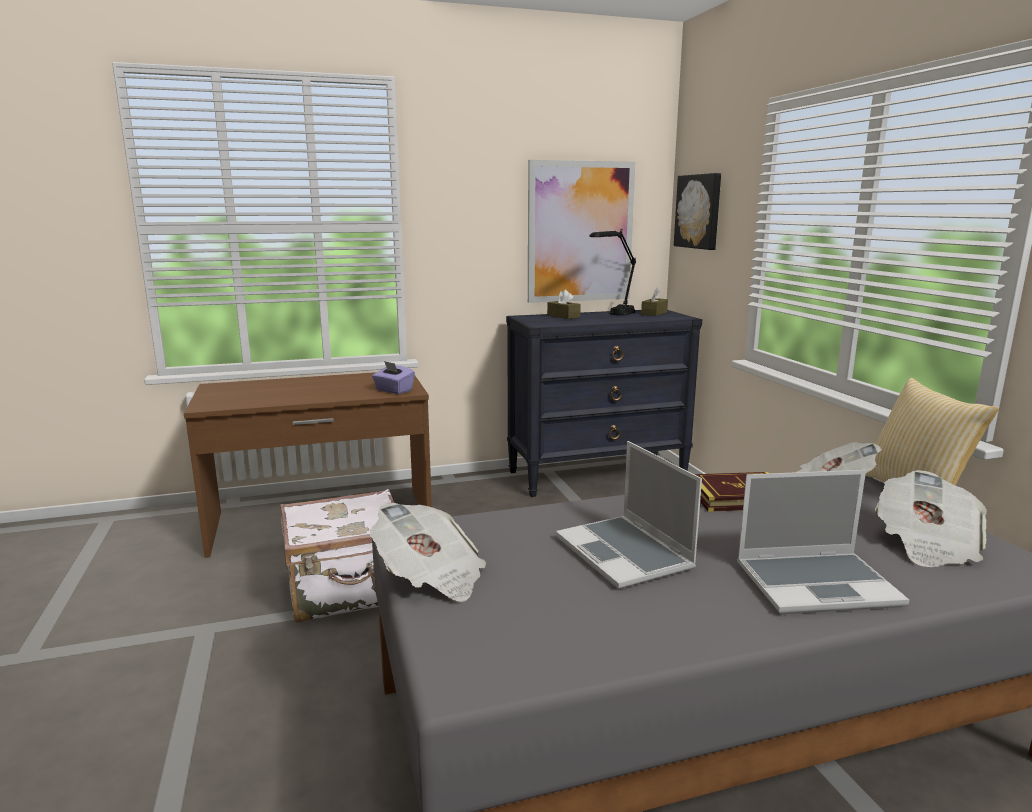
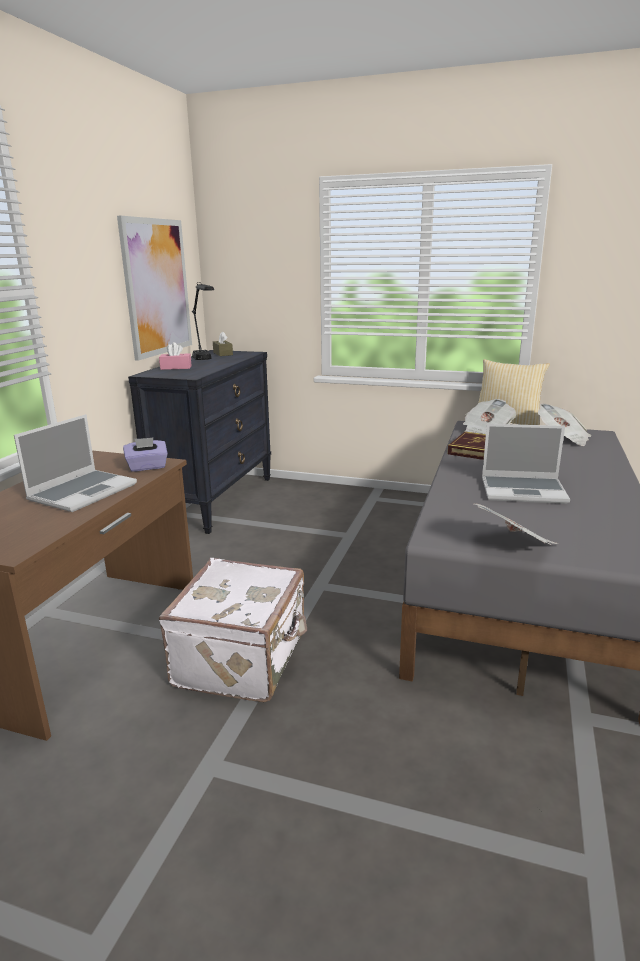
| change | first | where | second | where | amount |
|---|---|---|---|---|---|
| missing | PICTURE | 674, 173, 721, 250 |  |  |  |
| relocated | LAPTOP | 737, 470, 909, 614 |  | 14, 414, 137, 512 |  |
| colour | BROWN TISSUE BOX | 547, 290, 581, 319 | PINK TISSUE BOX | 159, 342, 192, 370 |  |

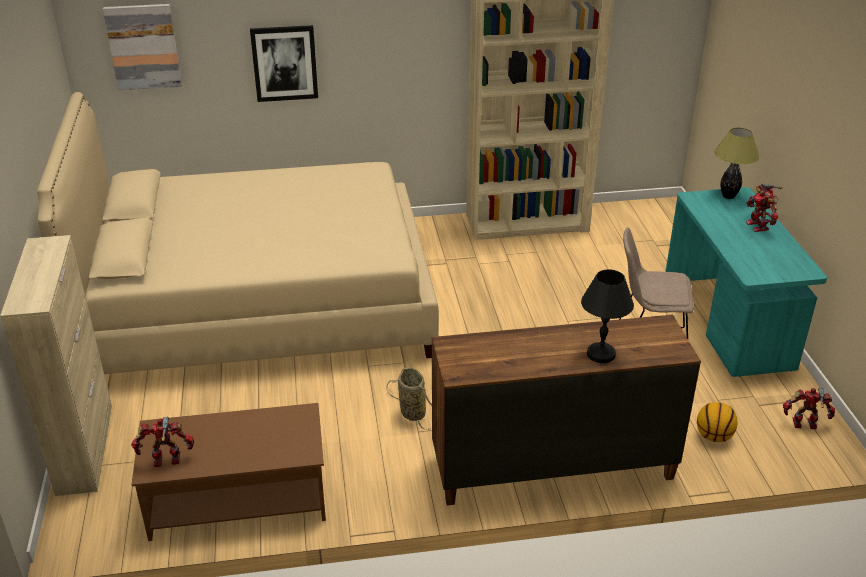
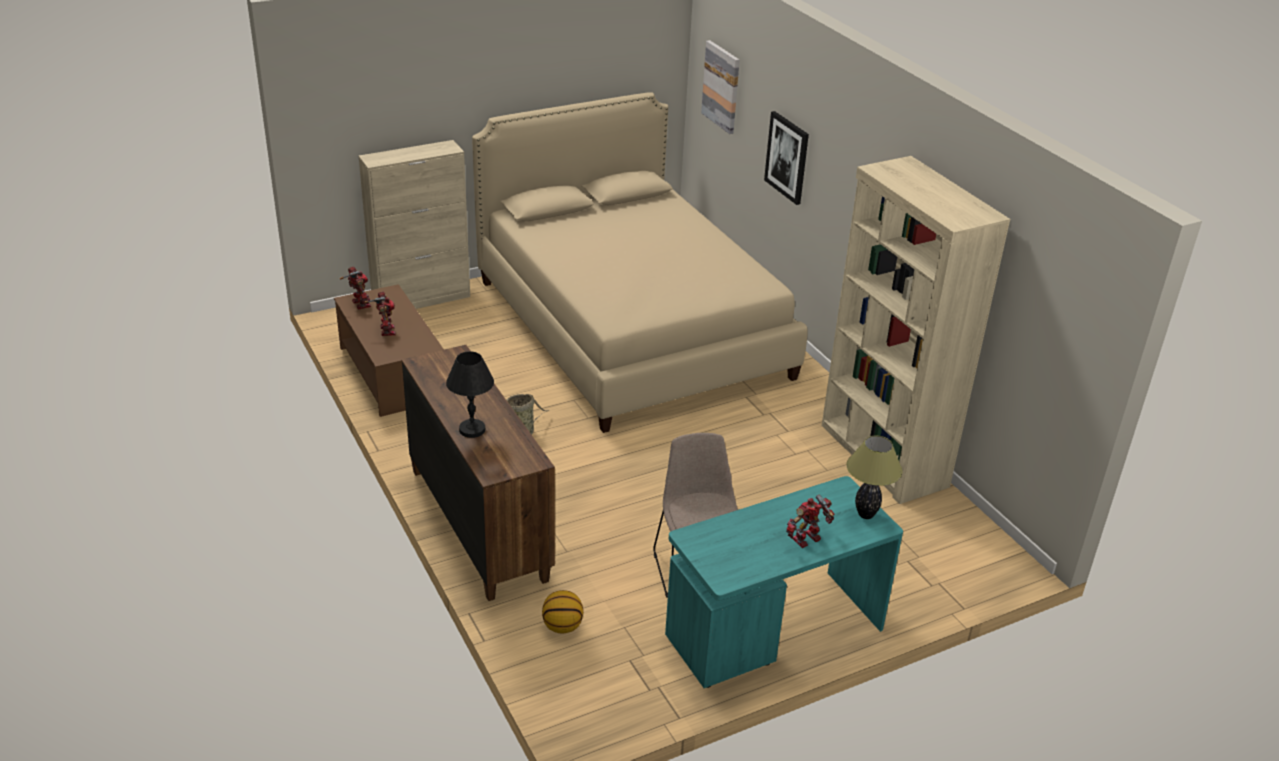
| change | first | where | second | where | amount |
|---|---|---|---|---|---|
| relocated | TOY ROBOT | 783, 388, 835, 429 |  | 364, 291, 396, 336 |  |

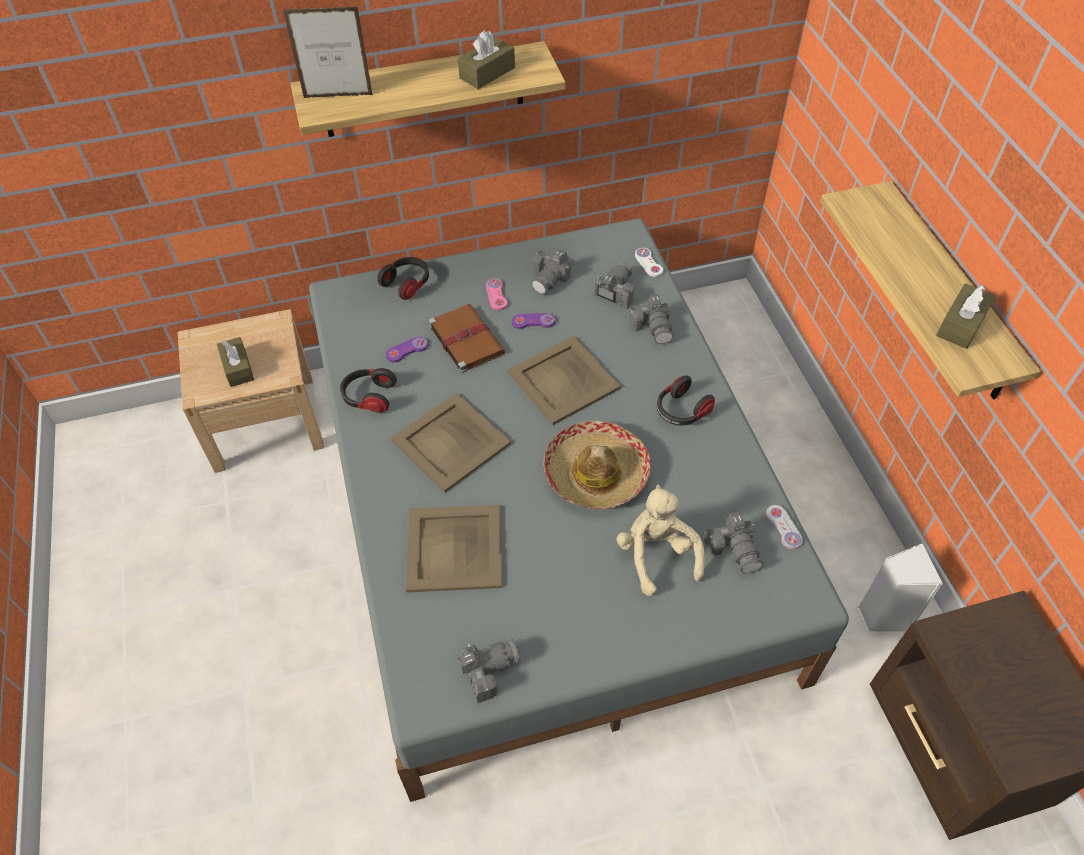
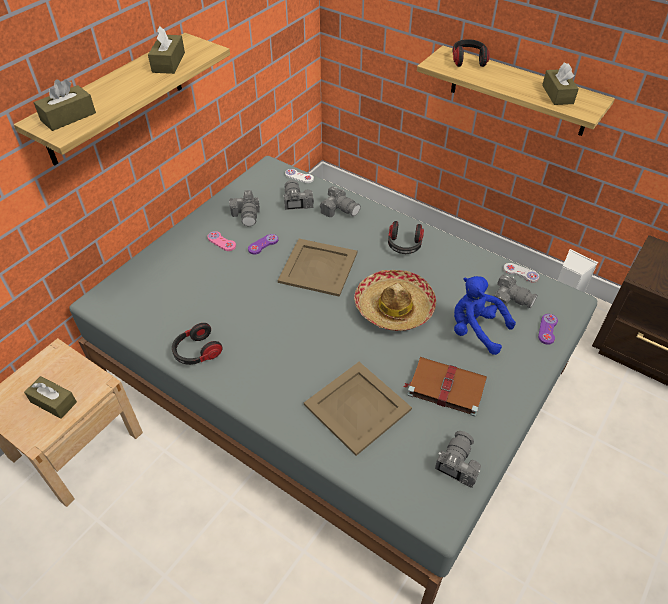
| change | first | where | second | where | amount |
|---|---|---|---|---|---|
| missing | BEIGE TRAY | 391, 393, 511, 493 |  |  |  |
| relocated | HEADPHONES | 377, 257, 429, 300 |  | 452, 39, 490, 67 |  |
| relocated | PURPLE GAME CONTROLLER | 386, 337, 428, 362 |  | 538, 314, 558, 345 |  |
| relocated | BROWN BOOK | 428, 304, 505, 373 |  | 403, 357, 487, 417 |  |
| exchanged | PICTURE FRAME | 283, 6, 373, 98 | BROWN TISSUE BOX | 34, 79, 96, 131 |  |
| colour | BEIGE PLUSH TOY | 616, 485, 705, 596 | BLUE PLUSH TOY | 454, 276, 516, 355 |  |

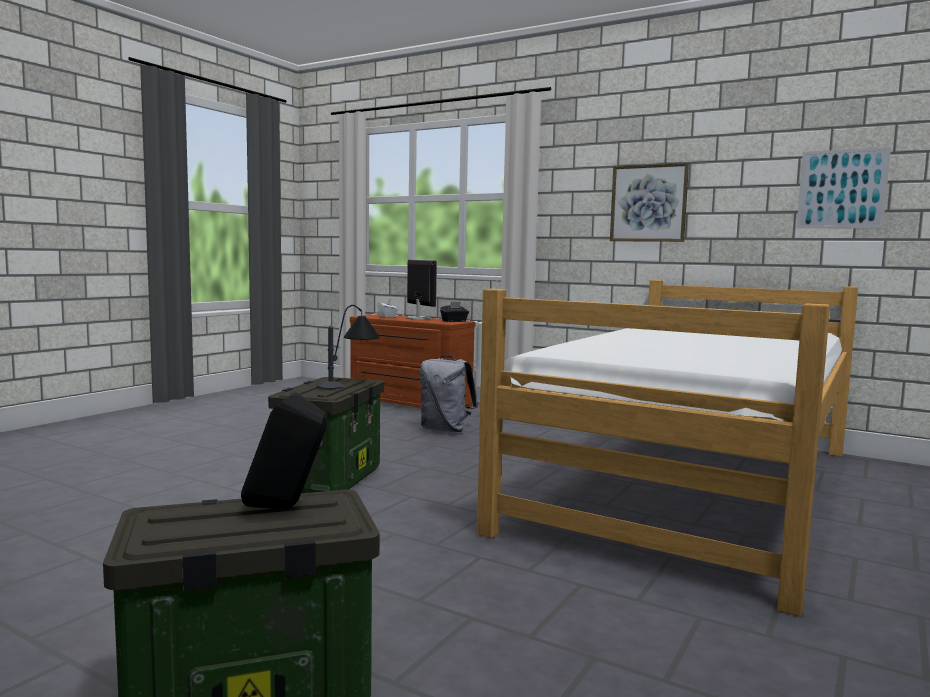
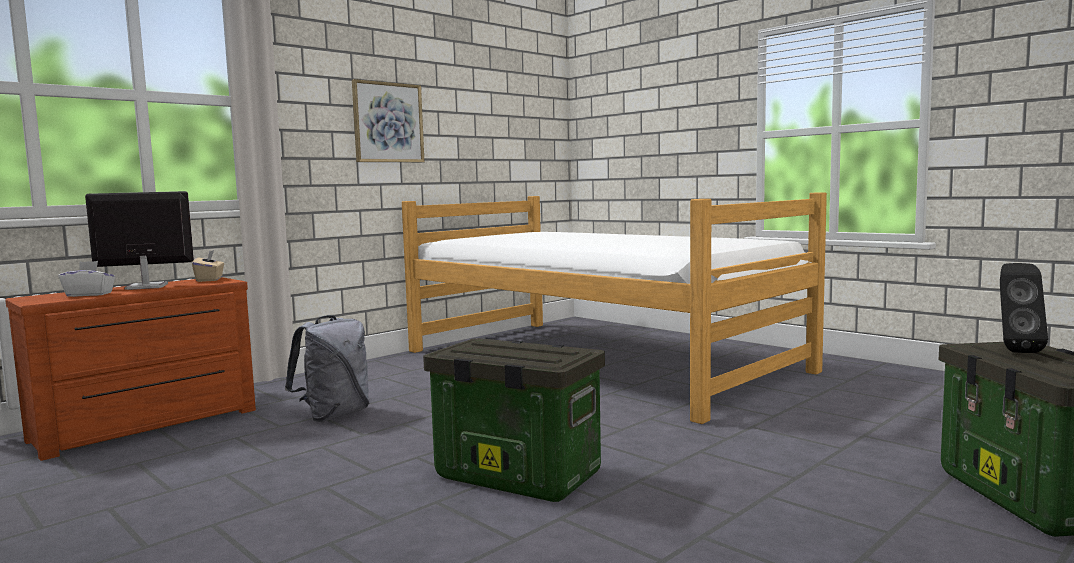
| change | first | where | second | where | amount |
|---|---|---|---|---|---|
| missing | TABLE LAMP | 317, 305, 379, 389 |  |  |  |
| missing | PICTURE | 797, 147, 891, 229 |  |  |  |
| colour | BLACK TISSUE BOX | 440, 302, 469, 322 | BEIGE TISSUE BOX | 192, 250, 224, 282 |  |

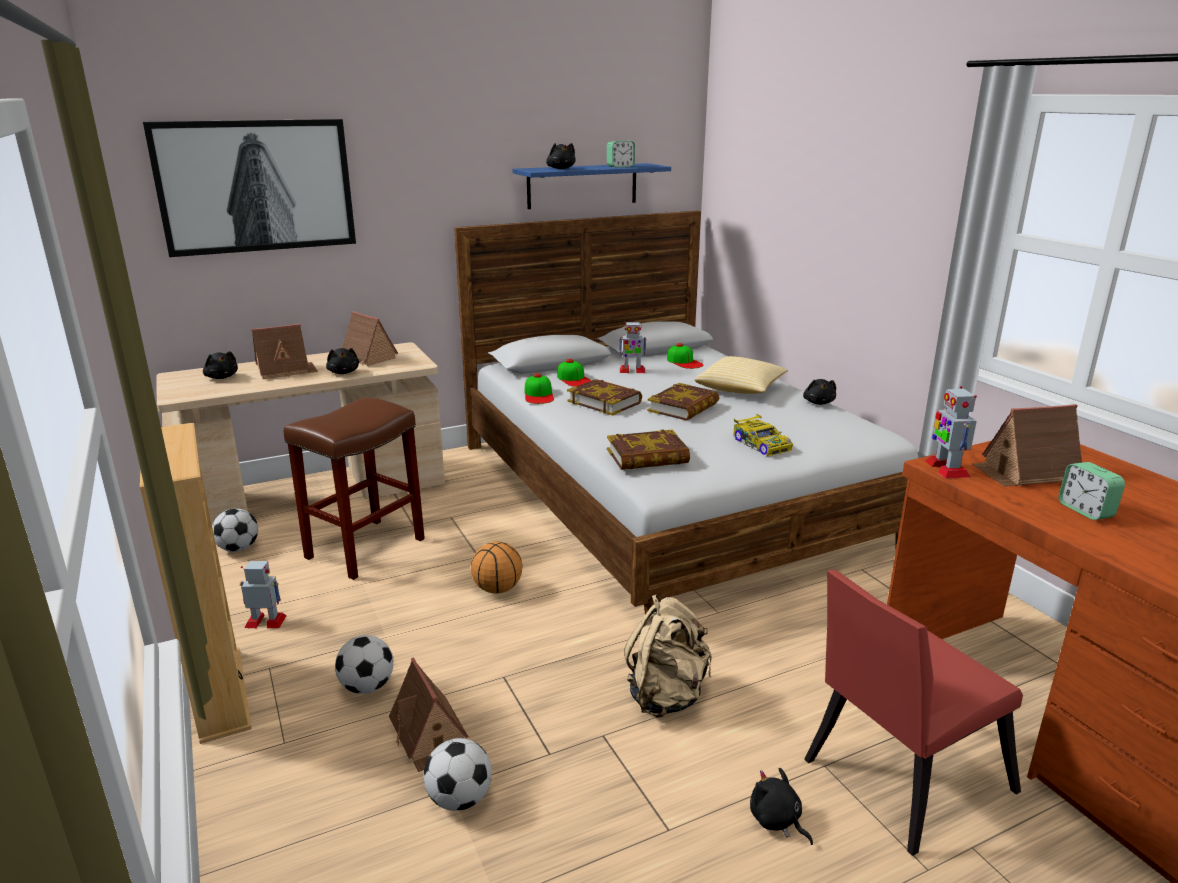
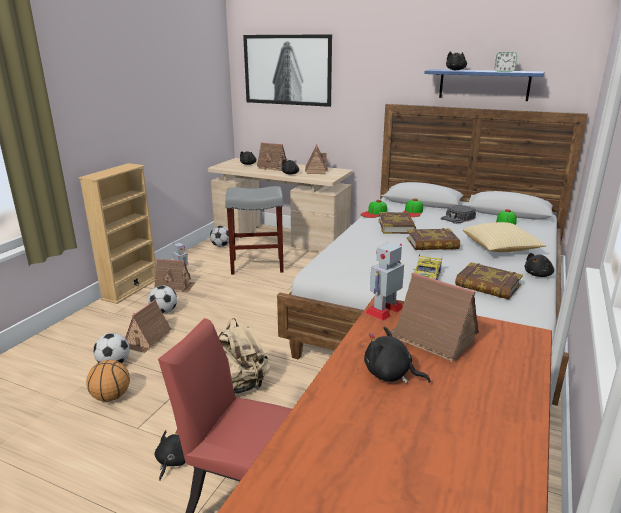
| change | first | where | second | where | amount |
|---|---|---|---|---|---|
| appeared |  |  | TOY HOUSE | 154, 259, 196, 292 |  |
| relocated | BASKETBALL | 471, 541, 523, 594 |  | 86, 360, 130, 402 |  |
| relocated | BOOK | 607, 430, 690, 470 |  | 455, 262, 523, 300 |  |
| exchanged | TOY ROBOT | 619, 321, 647, 373 | BLACK CAP | 441, 205, 476, 224 |  |
| exchanged | ALARM CLOCK | 1058, 462, 1125, 520 | BLACK PLUSH TOY | 364, 326, 430, 383 |  |
| colour | BROWN STOOL | 284, 397, 425, 580 | GREY STOOL | 225, 186, 284, 275 |  |

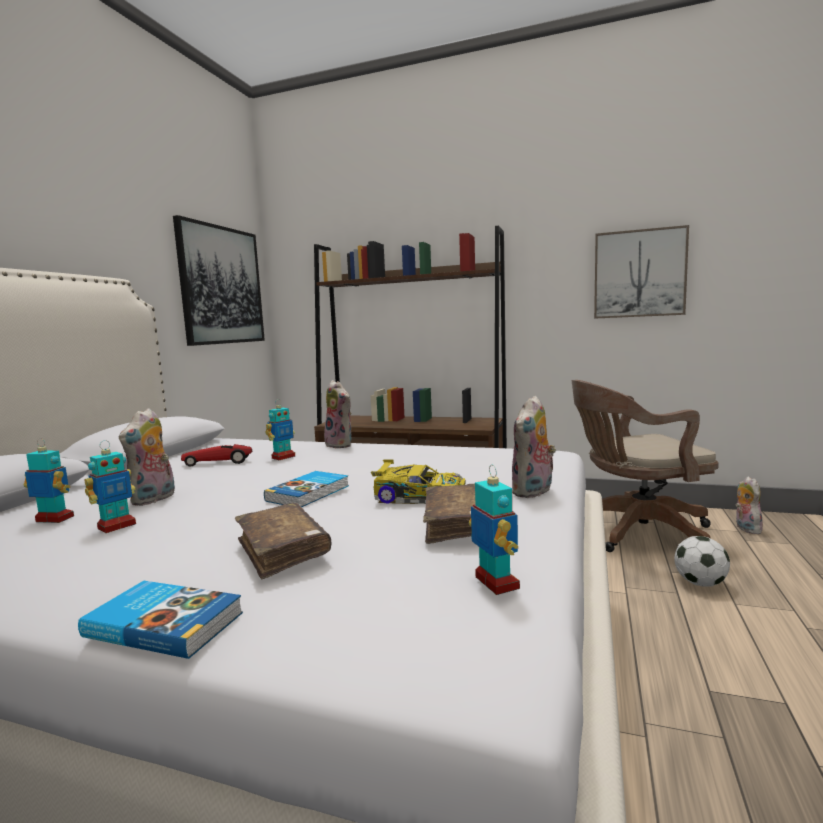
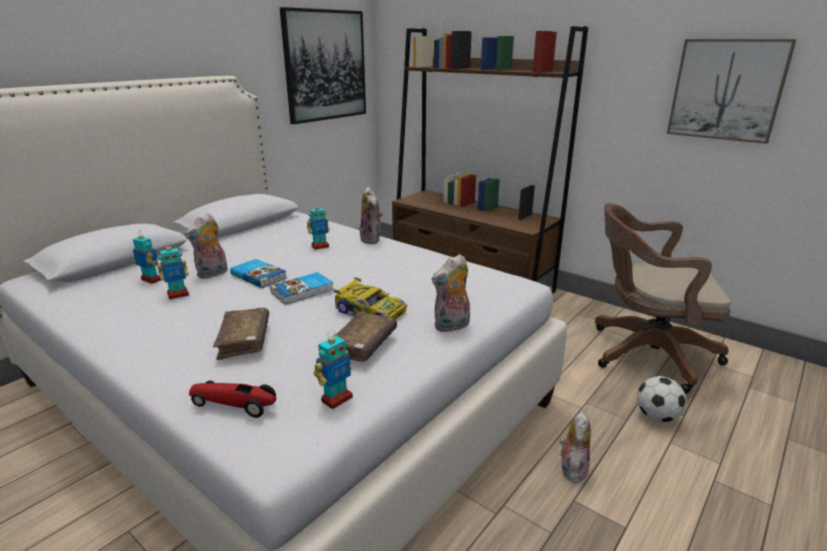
| change | first | where | second | where | amount |
|---|---|---|---|---|---|
| relocated | BOOK | 78, 581, 243, 659 |  | 230, 259, 287, 288 |  |
| relocated | TOY CAR | 181, 444, 252, 467 |  | 189, 381, 276, 418 |  |
| relocated | PLUSH TOY | 735, 477, 765, 534 |  | 559, 411, 591, 483 |  |
| spun | TOY ROBOT | 469, 465, 520, 595 |  | 314, 330, 353, 409 | 45 degrees clockwise |

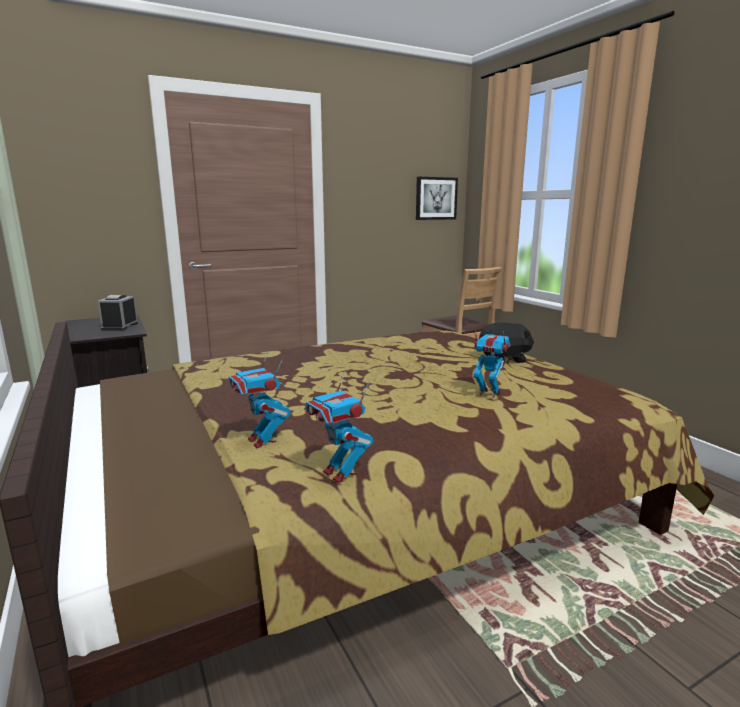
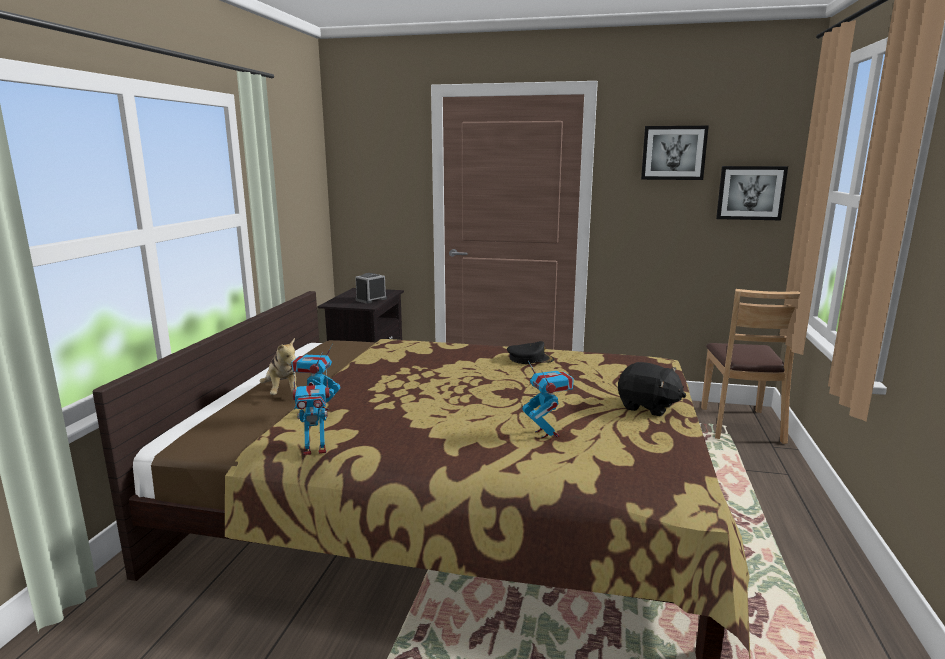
| change | first | where | second | where | amount |
|---|---|---|---|---|---|
| appeared |  |  | PLUSH TOY | 260, 338, 297, 395 |  |
| appeared |  |  | BLACK CAP | 507, 341, 554, 364 |  |
| appeared |  |  | PICTURE | 641, 126, 709, 180 |  |
| spun | TOY ROBOT | 306, 372, 373, 483 |  | 293, 369, 329, 455 | 105 degrees counterclockwise |

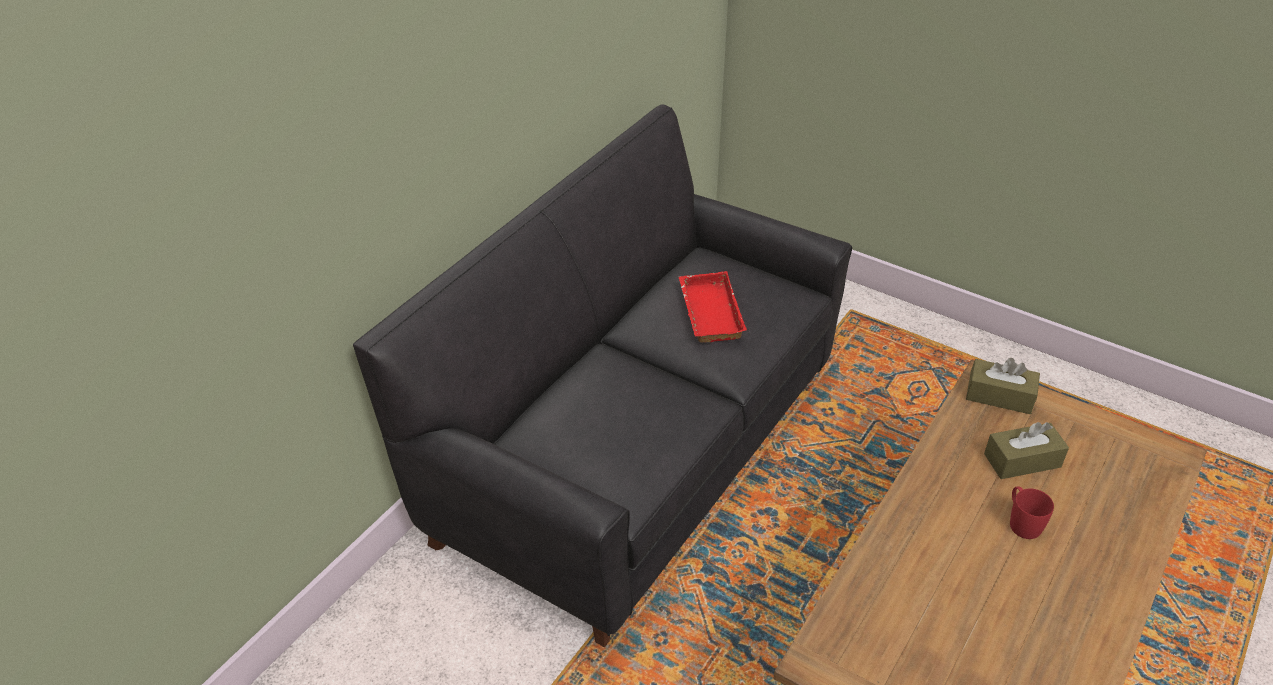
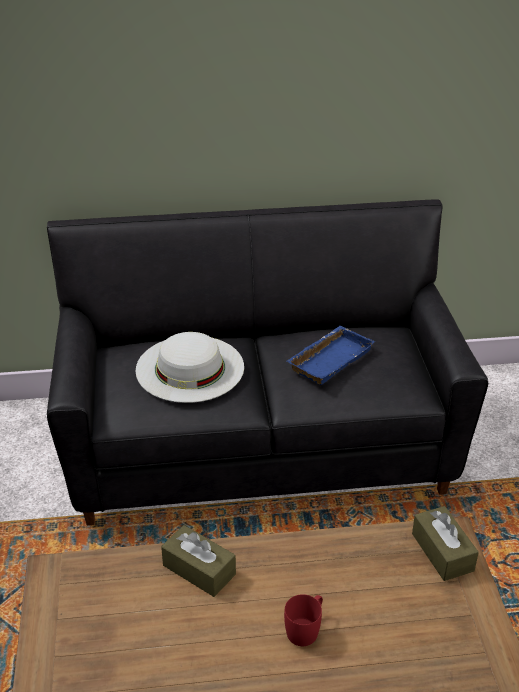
| change | first | where | second | where | amount |
|---|---|---|---|---|---|
| appeared |  |  | WHITE HAT | 136, 332, 244, 403 |  |
| relocated | BROWN TISSUE BOX | 984, 422, 1069, 479 |  | 161, 525, 236, 597 |  |
| colour | RED TRAY | 678, 271, 747, 342 | BLUE TRAY | 286, 326, 375, 385 |  |

